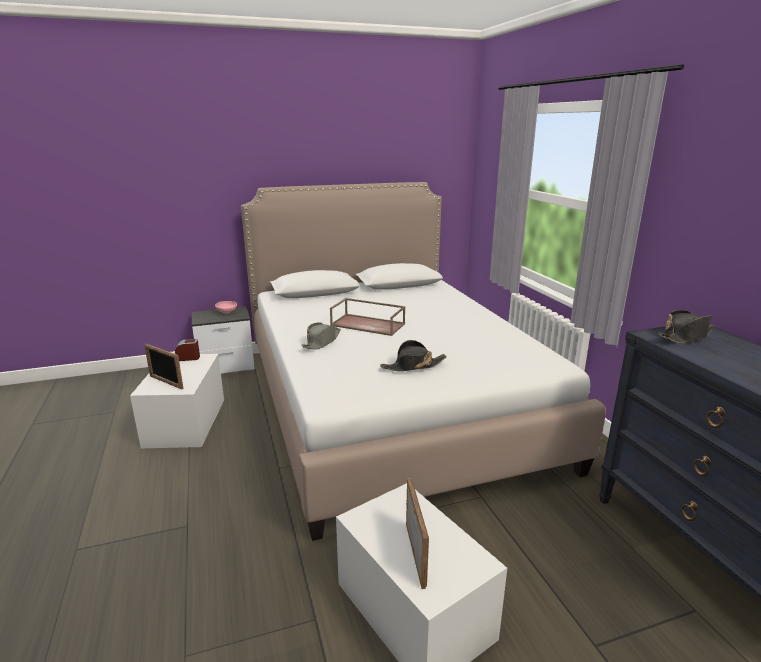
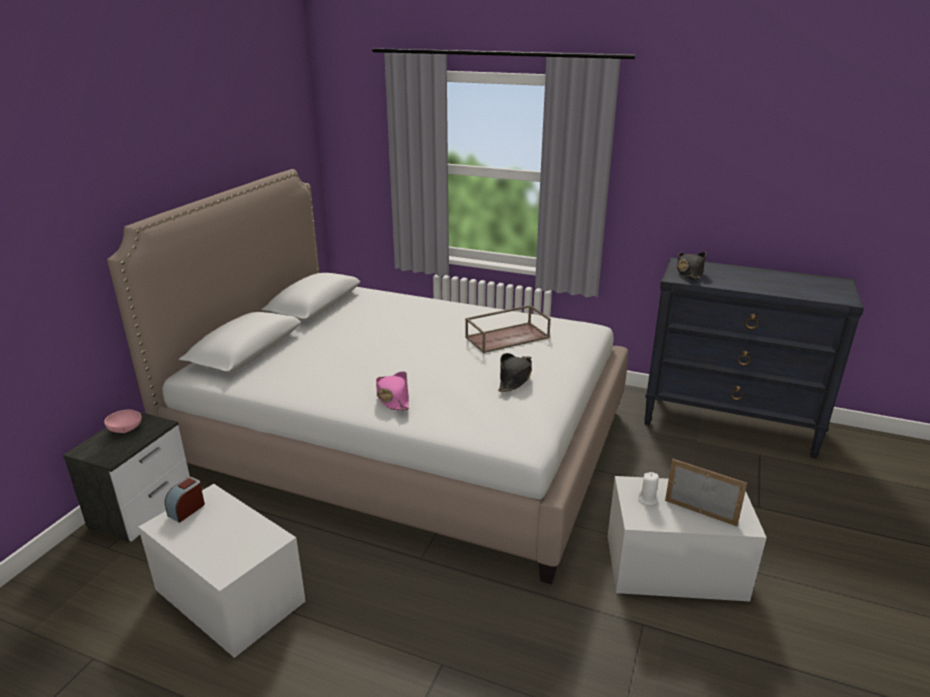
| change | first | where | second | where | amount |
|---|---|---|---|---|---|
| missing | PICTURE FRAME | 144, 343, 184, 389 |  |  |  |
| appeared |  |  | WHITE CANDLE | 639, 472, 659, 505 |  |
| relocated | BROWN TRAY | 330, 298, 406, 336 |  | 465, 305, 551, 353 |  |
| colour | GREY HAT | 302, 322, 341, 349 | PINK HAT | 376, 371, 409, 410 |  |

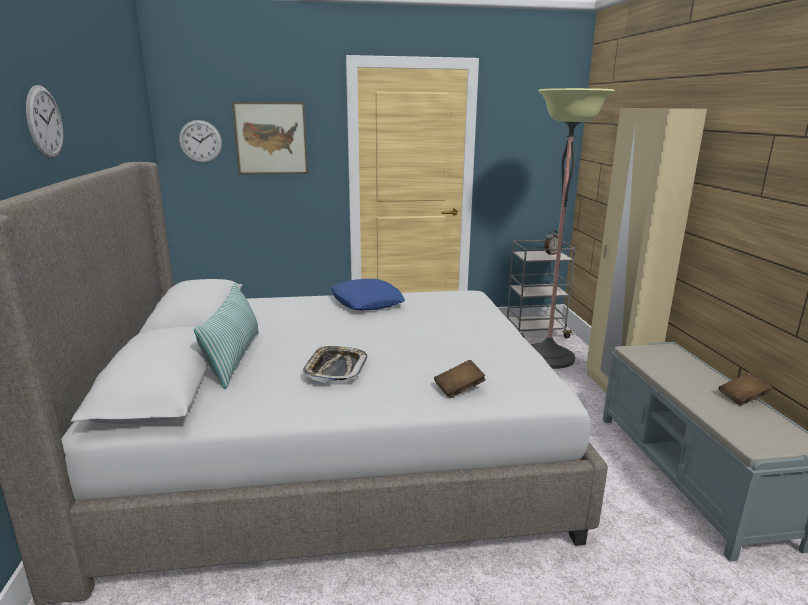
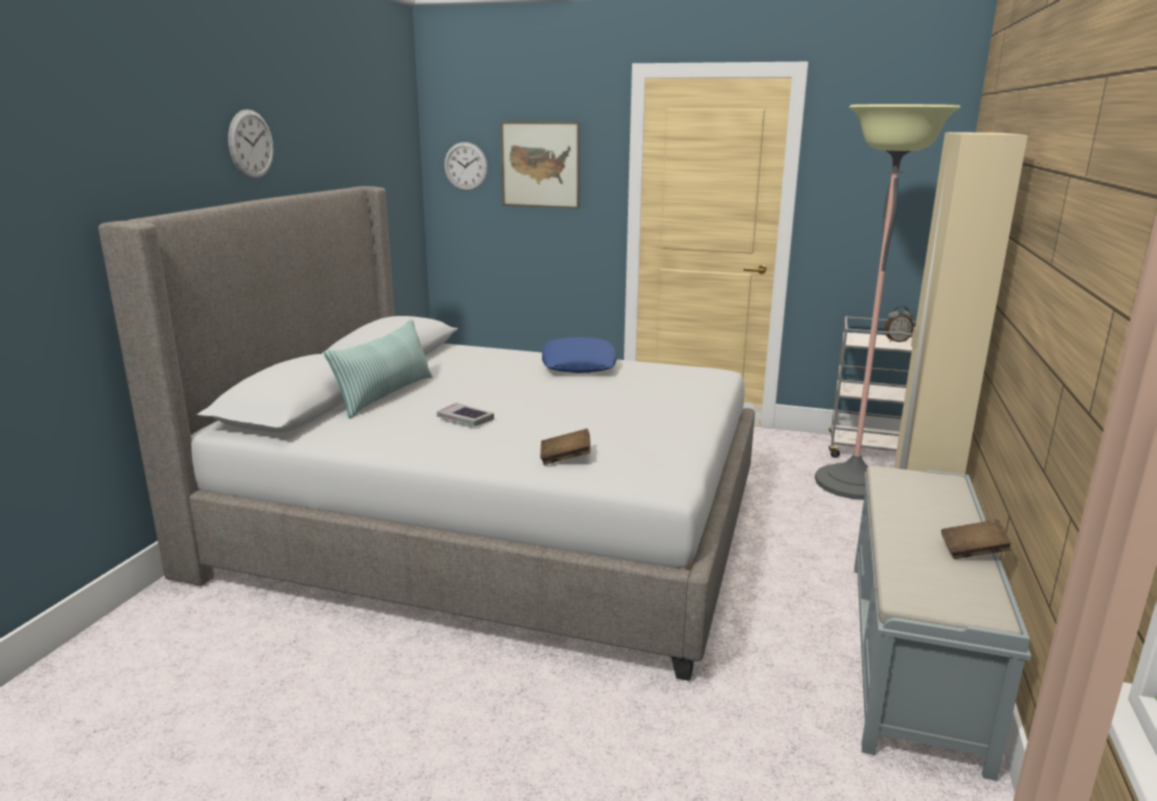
| change | first | where | second | where | amount |
|---|---|---|---|---|---|
| exchanged | TRAY | 303, 346, 367, 383 | BOOK | 437, 402, 494, 426 |  |

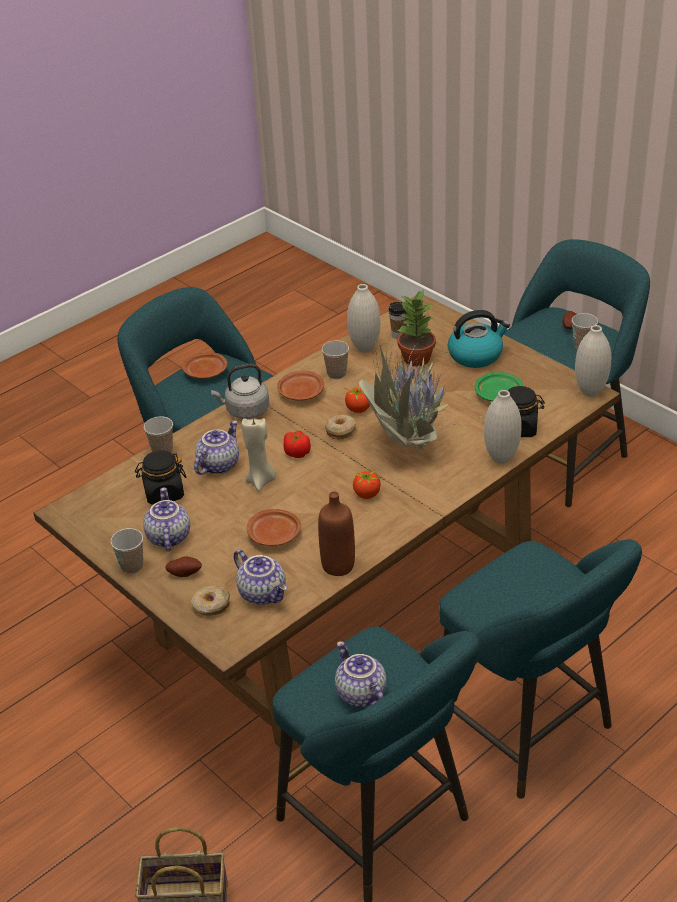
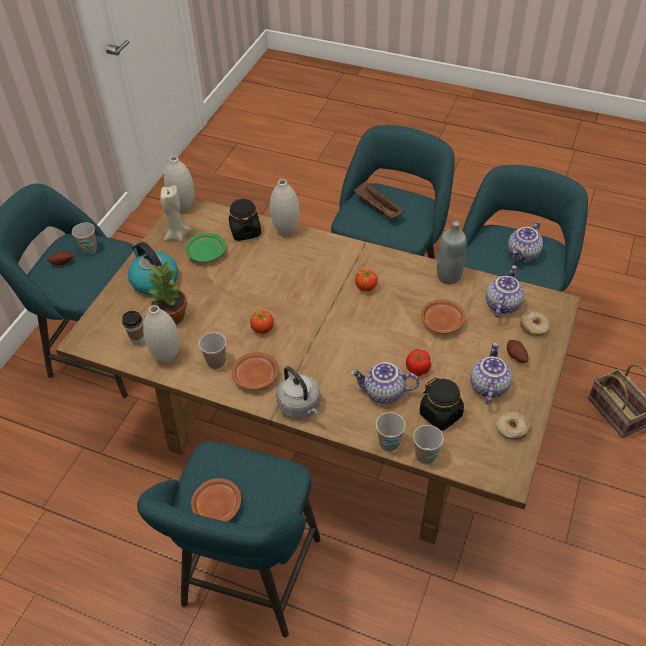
| change | first | where | second | where | amount |
|---|---|---|---|---|---|
| missing | POTTED PLANT | 359, 325, 483, 451 |  |  |  |
| appeared |  |  | BROWN TRAY | 353, 181, 404, 218 |  |
| relocated | CUP | 111, 528, 143, 574 |  | 413, 425, 444, 464 |  |
| relocated | BEIGE CANDLE | 242, 418, 276, 491 |  | 160, 185, 192, 242 |  |
| relocated | TOMATO | 284, 431, 311, 458 |  | 406, 349, 431, 376 |  |
| relocated | DONUT | 325, 415, 357, 440 |  | 496, 412, 530, 440 |  |
| colour | BROWN BOTTLE | 318, 492, 355, 576 | GREY BOTTLE | 437, 221, 467, 284 |  |
| spun | TEAPOT | 143, 487, 190, 552 |  | 470, 342, 512, 405 | 135 degrees clockwise |

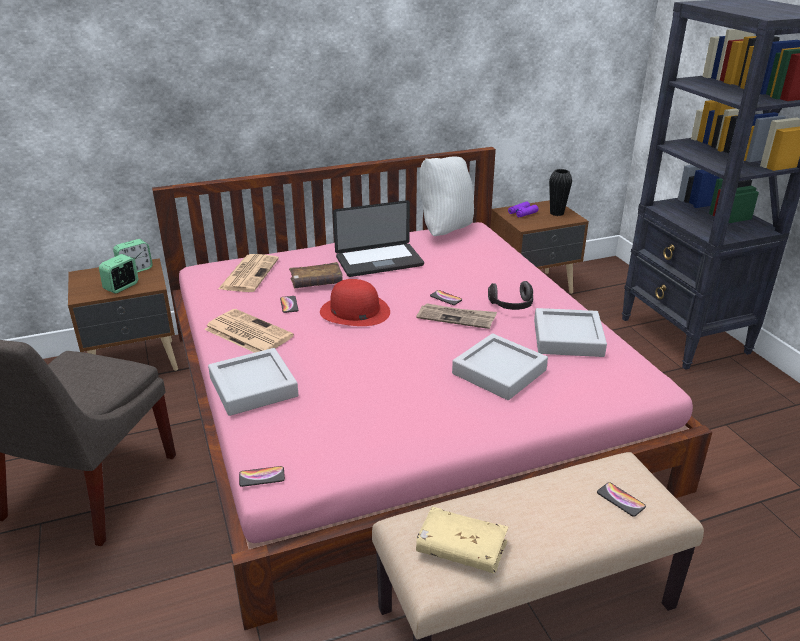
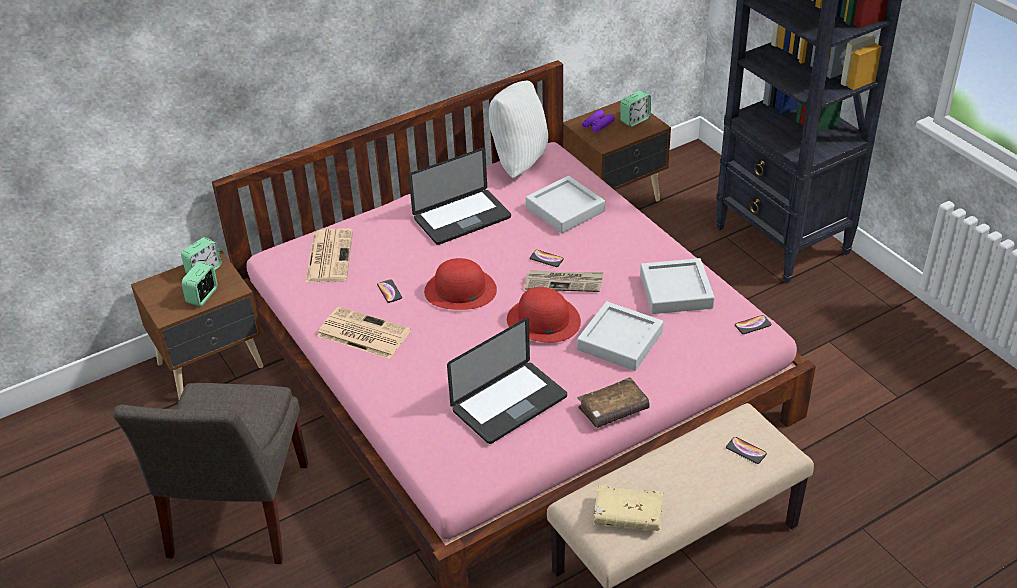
| change | first | where | second | where | amount |
|---|---|---|---|---|---|
| missing | HEADPHONES | 488, 281, 533, 310 |  |  |  |
| appeared |  |  | LAPTOP | 447, 318, 567, 444 |  |
| appeared |  |  | RED HAT | 507, 287, 581, 343 |  |
| relocated | GREY TRAY | 208, 348, 298, 416 |  | 526, 176, 605, 233 |  |
| relocated | PHONE | 239, 466, 285, 487 |  | 735, 315, 772, 334 |  |
| relocated | BROWN BOOK | 289, 262, 343, 288 |  | 578, 377, 650, 428 |  |
| exchanged | BLACK VASE | 549, 169, 572, 216 | ALARM CLOCK | 620, 91, 651, 127 |  |

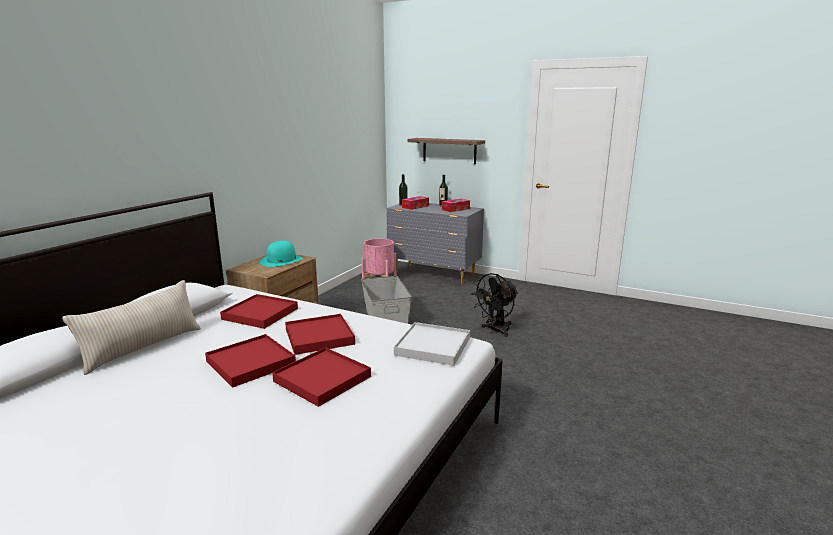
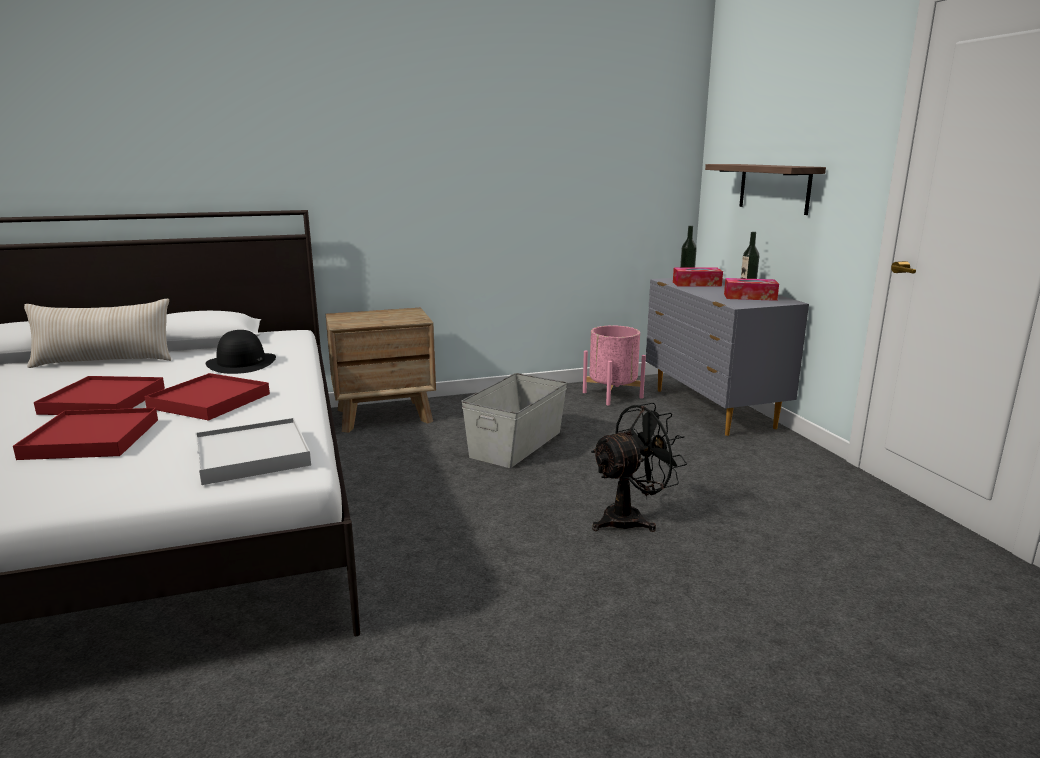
| change | first | where | second | where | amount |
|---|---|---|---|---|---|
| missing | TURQUOISE HAT | 260, 241, 303, 267 |  |  |  |
| exchanged | RED TRAY | 220, 294, 298, 329 | BLACK HAT | 206, 330, 276, 374 |  |
| spun | BLACK FAN | 471, 273, 519, 337 |  | 591, 403, 687, 532 | 150 degrees clockwise |

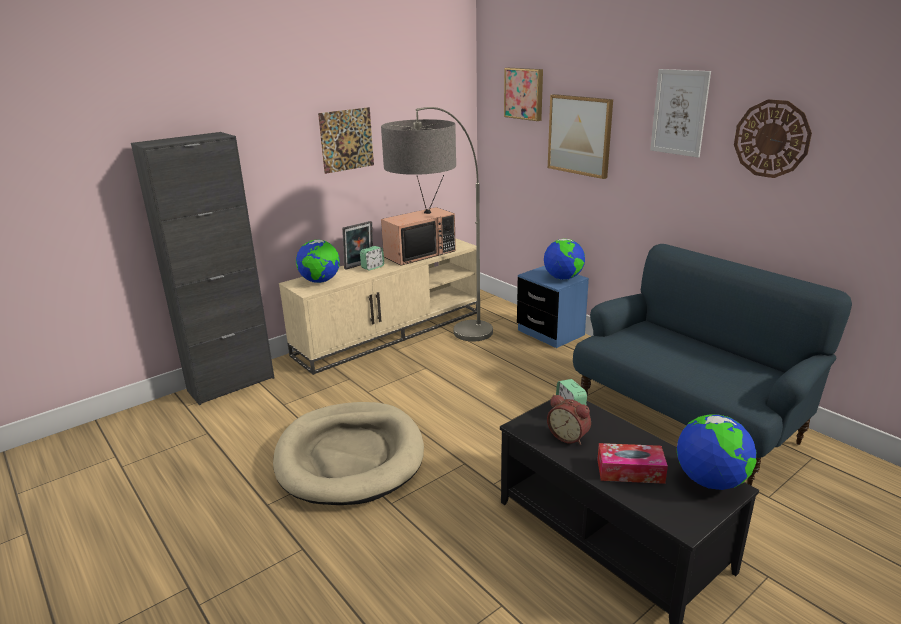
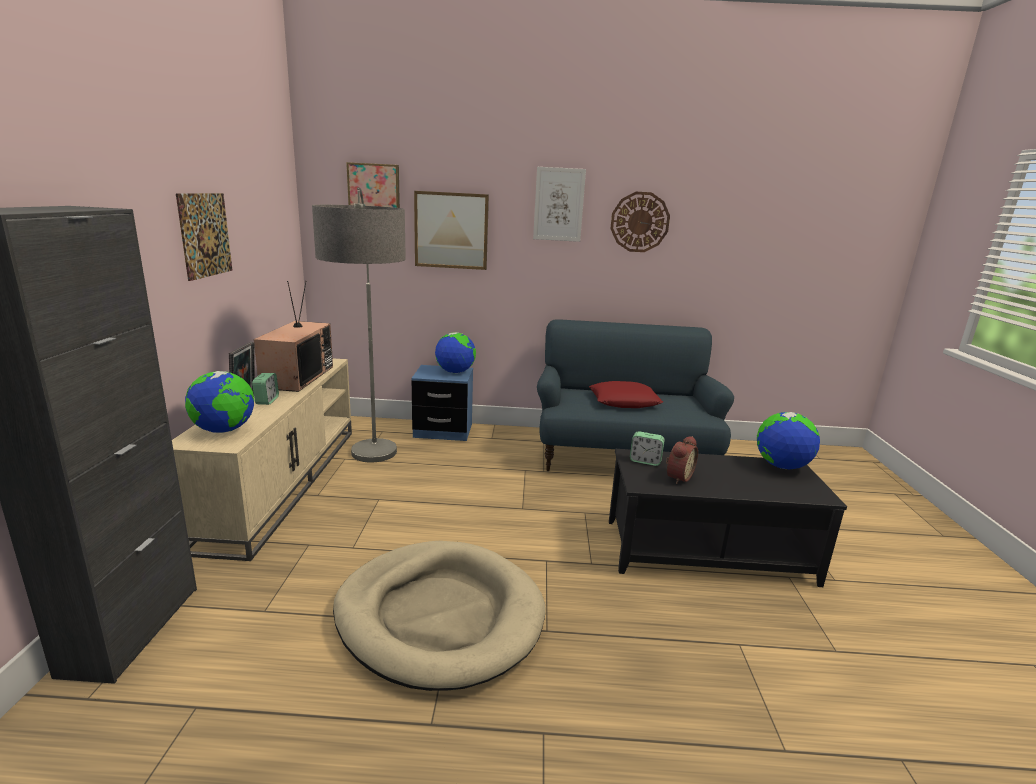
| change | first | where | second | where | amount |
|---|---|---|---|---|---|
| missing | TISSUE BOX | 597, 443, 668, 484 |  |  |  |
| appeared |  |  | RED PILLOW | 589, 381, 663, 408 |  |
| spun | ALARM CLOCK | 547, 394, 591, 445 |  | 666, 436, 698, 484 | 45 degrees counterclockwise |

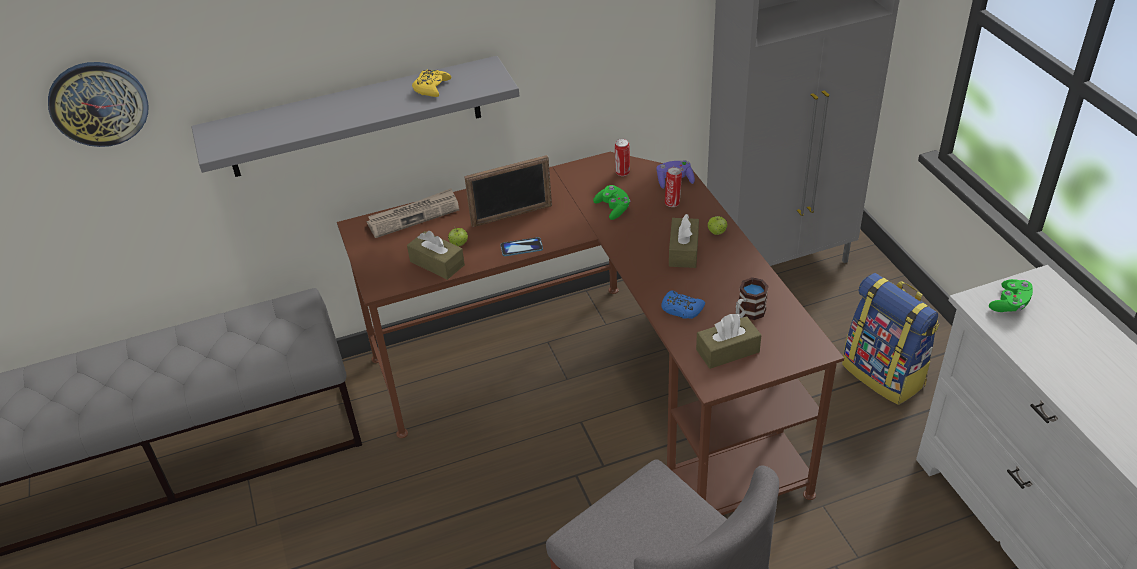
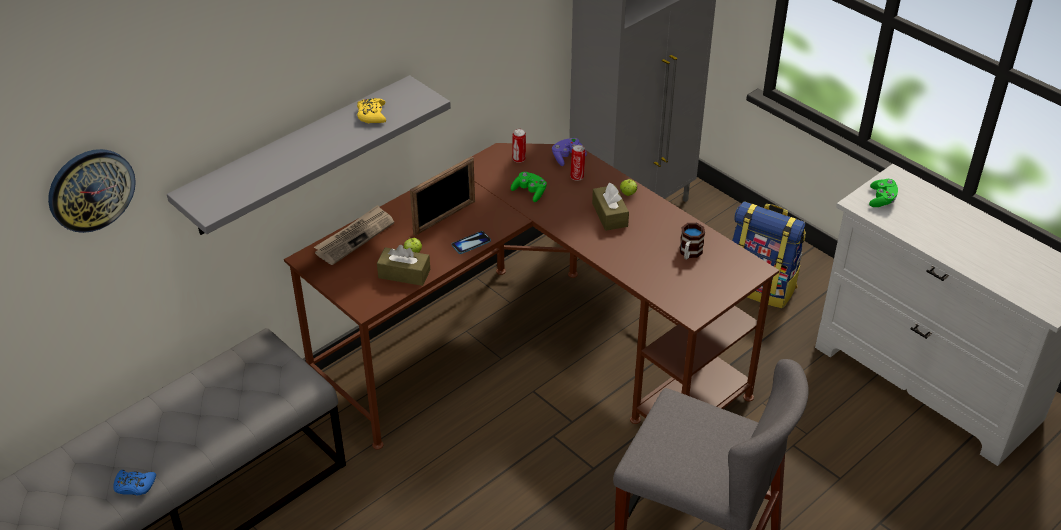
| change | first | where | second | where | amount |
|---|---|---|---|---|---|
| missing | BROWN TISSUE BOX | 696, 314, 761, 369 |  |  |  |
| relocated | BLUE GAME CONTROLLER | 661, 291, 705, 319 |  | 113, 470, 156, 496 |  |

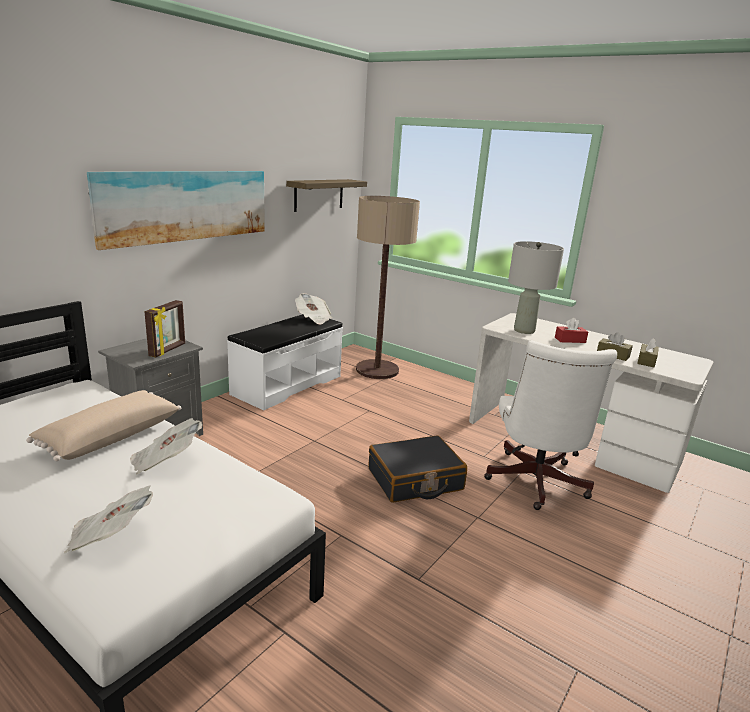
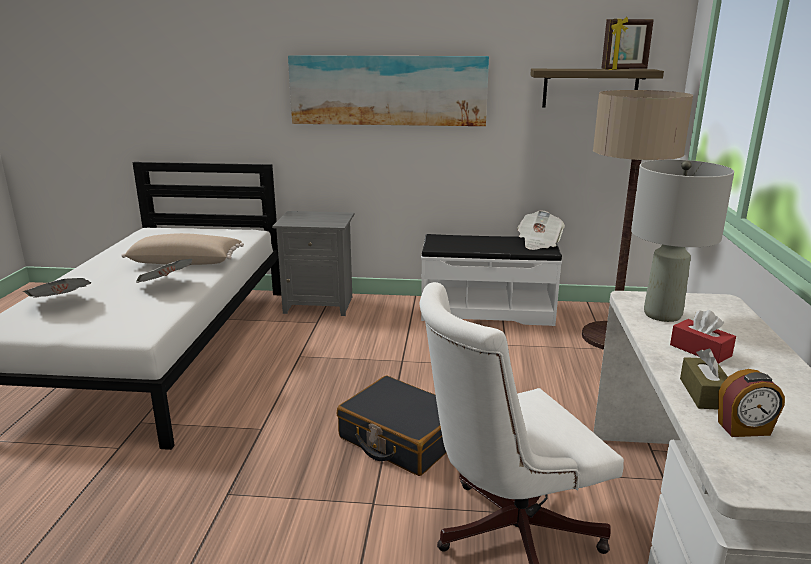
| change | first | where | second | where | amount |
|---|---|---|---|---|---|
| relocated | PICTURE FRAME | 145, 300, 185, 358 |  | 601, 17, 654, 70 |  |
| exchanged | BROWN TISSUE BOX | 637, 338, 659, 367 | ALARM CLOCK | 718, 369, 785, 437 |  |

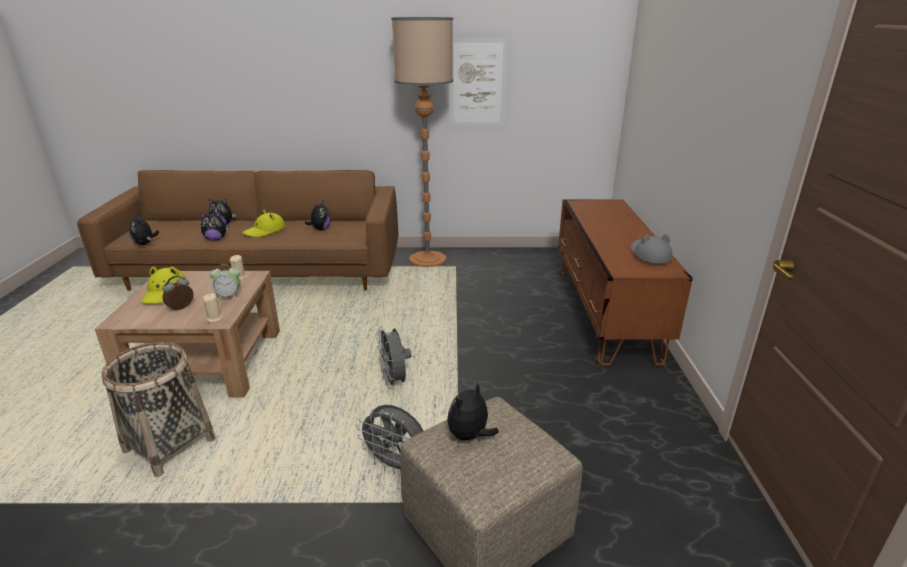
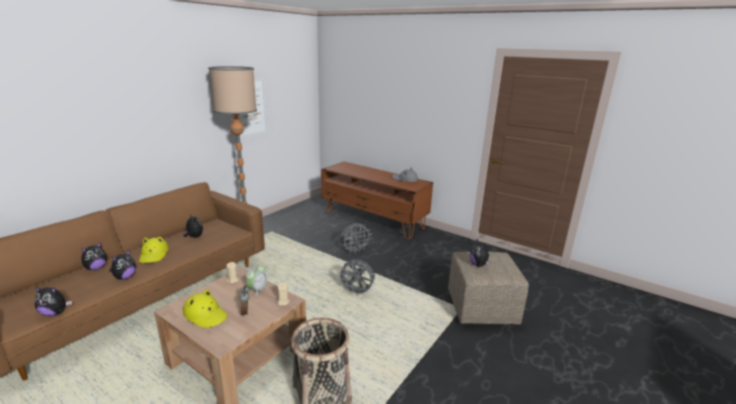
| change | first | where | second | where | amount |
|---|---|---|---|---|---|
| relocated | GREY FAN | 356, 405, 424, 474 |  | 341, 223, 372, 254 |  |

